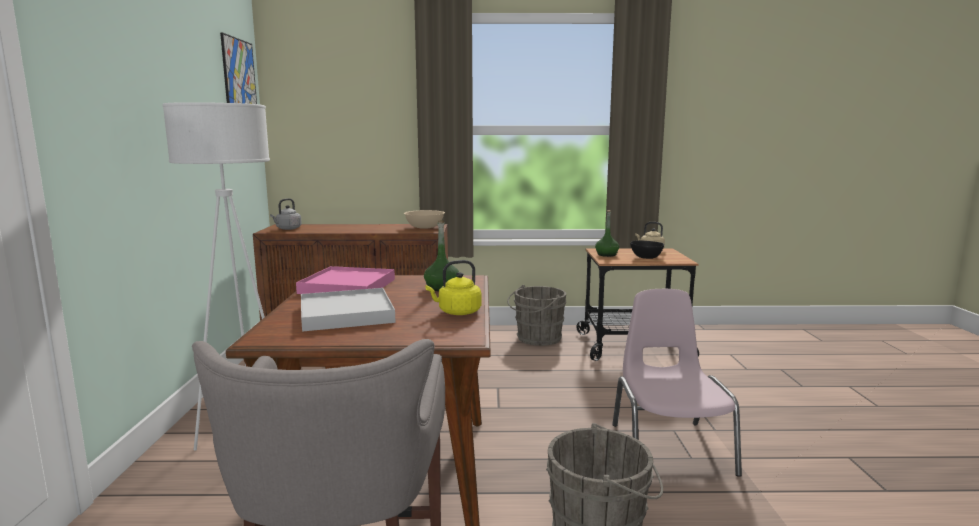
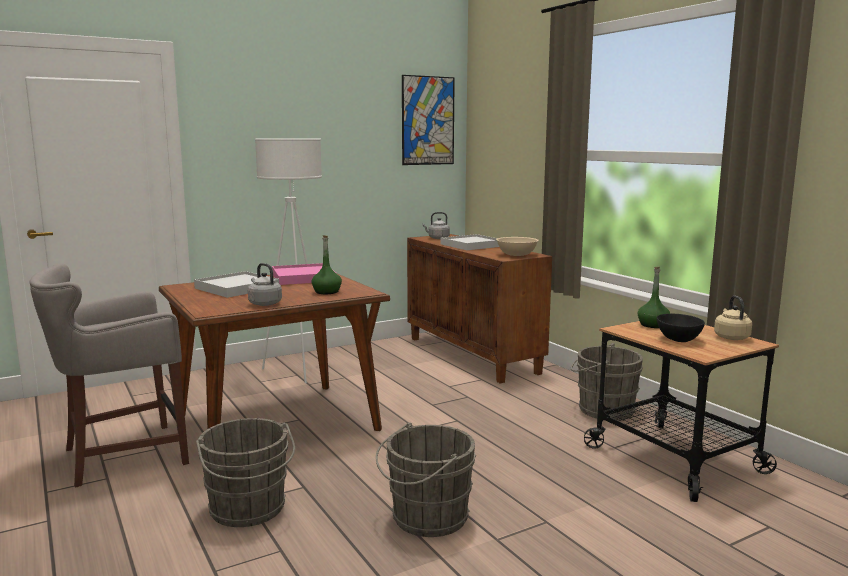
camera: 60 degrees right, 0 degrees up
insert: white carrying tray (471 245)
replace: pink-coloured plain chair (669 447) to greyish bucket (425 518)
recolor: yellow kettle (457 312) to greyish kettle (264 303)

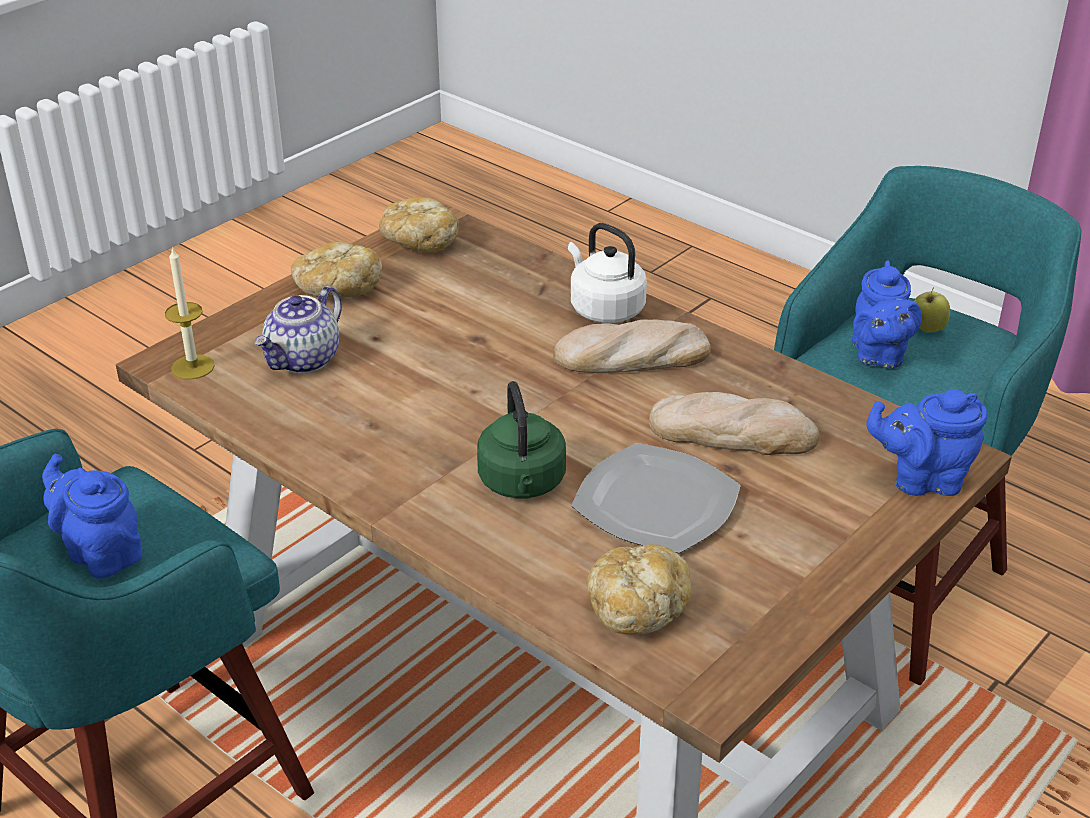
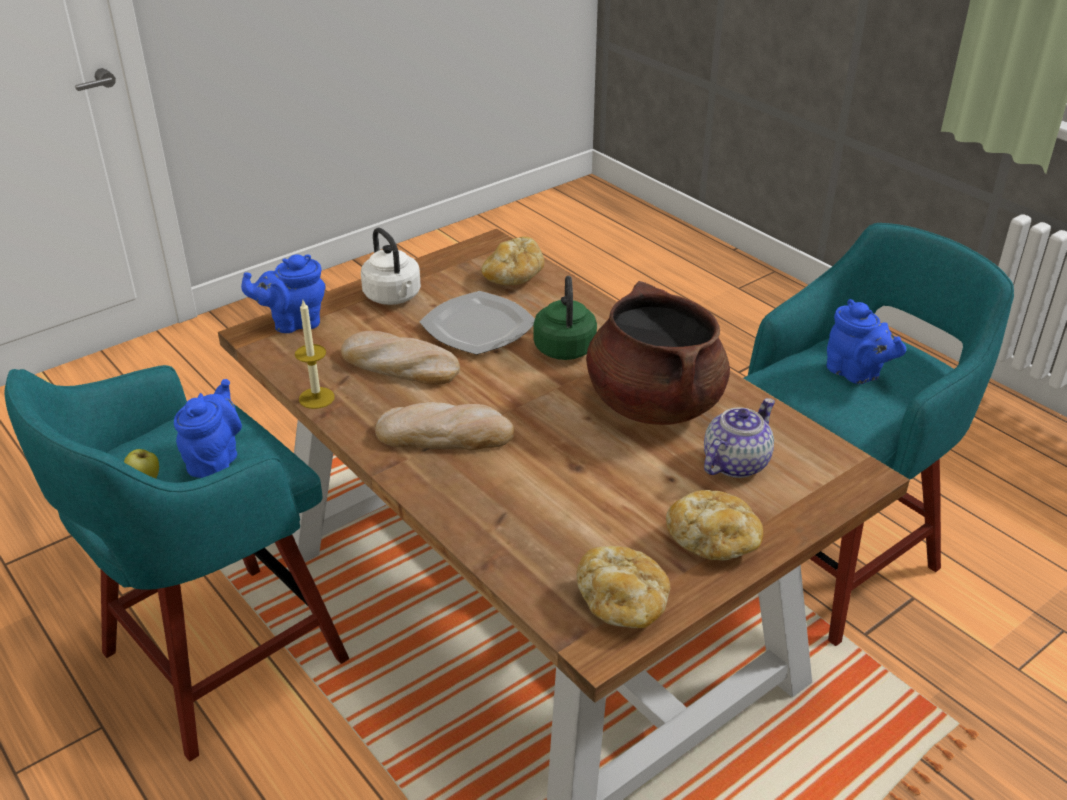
camera: 170 degrees left, 0 degrees up
insert: brown-coloured cooking pot (653 403)
move: candle (193 367) to (316 398); white kettle (604 308) to (394 297)
rotate: blue-coloured tea pot (921 479) = (293 322) 150 degrees clockwise

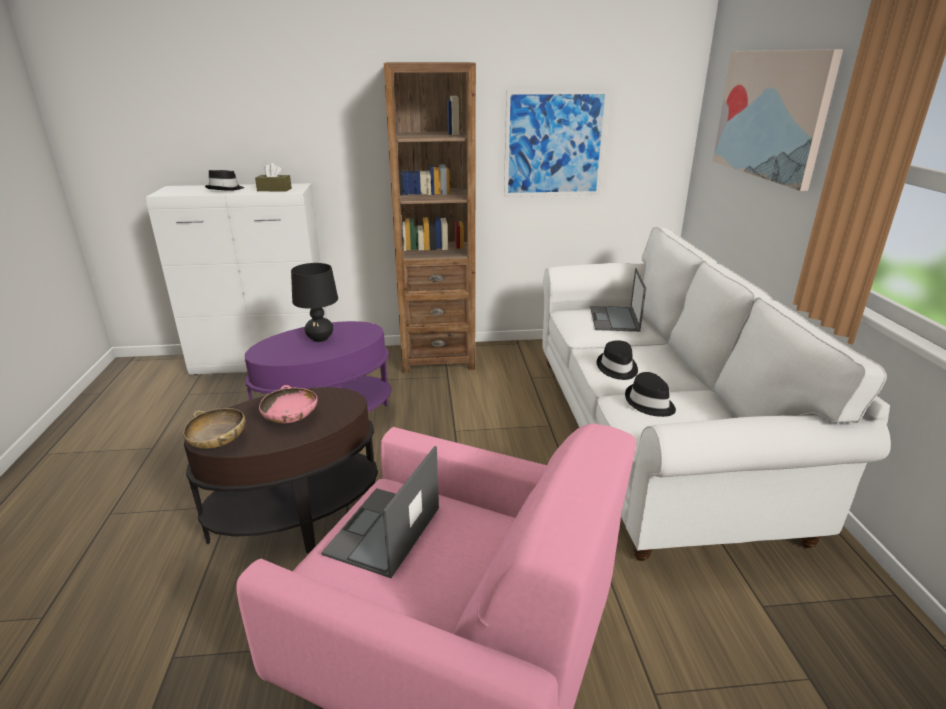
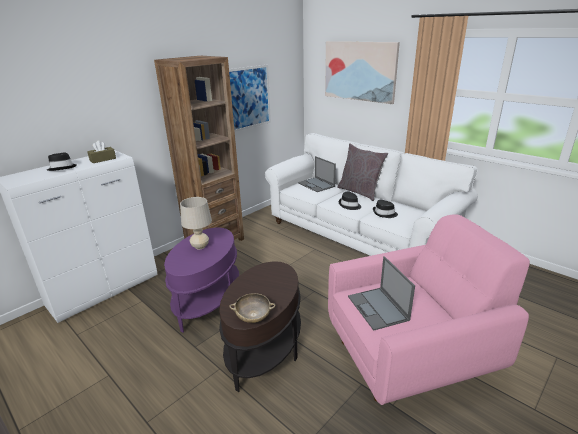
camera: 40 degrees left, 0 degrees up
delete: pink-coloured deep dish (291 419)
insert: greyish cushion (359 192)
recolor: black lamp for a table (320 339) to sand-coloured lamp for a table (200 246)

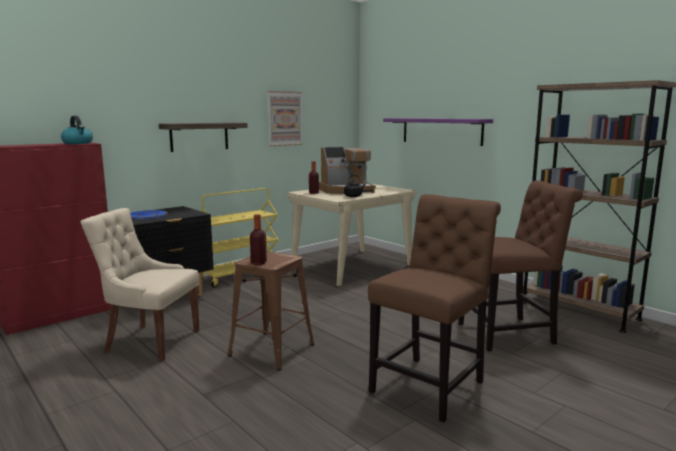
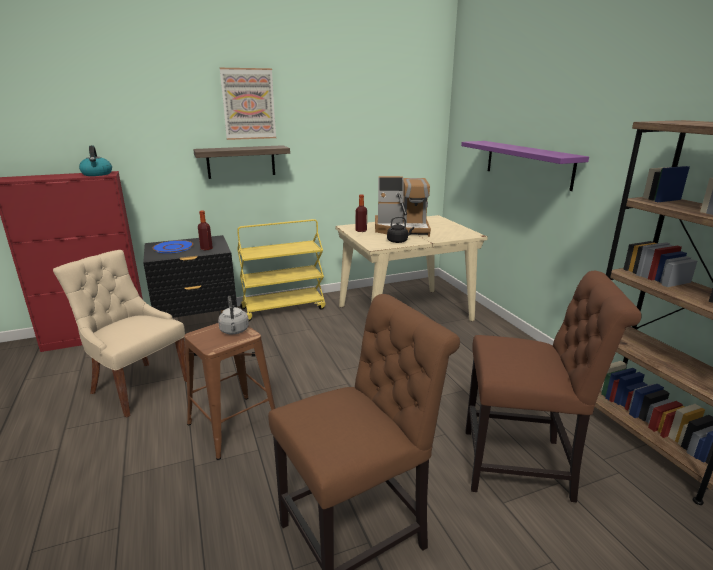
camera: 20 degrees right, 10 degrees up
insert: greyish kettle (234 331)
move: bottle (258 263) to (206 248); wall picture (284 118) to (248 104)

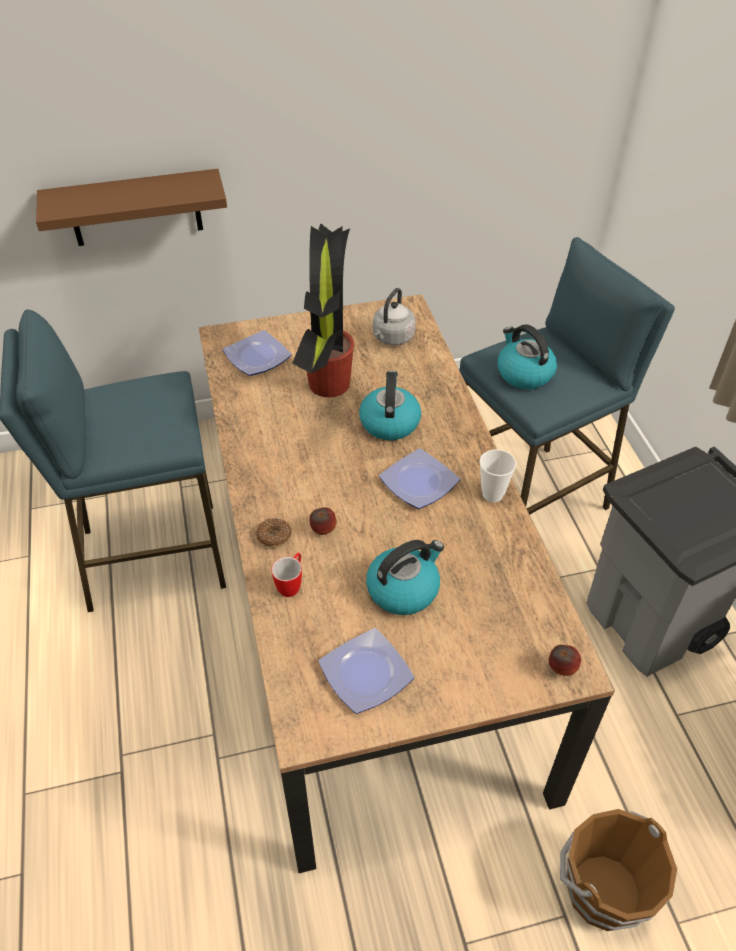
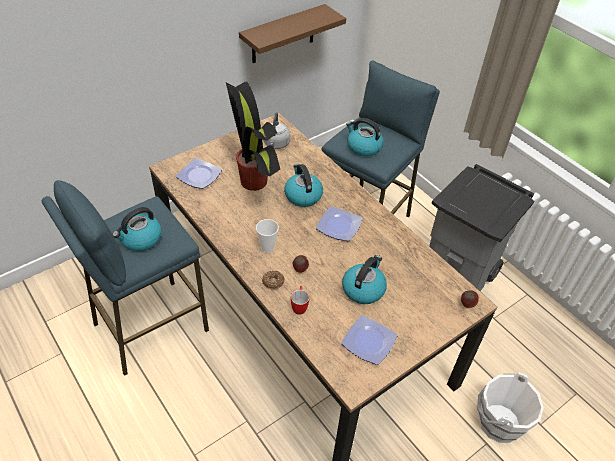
camera: 25 degrees left, 0 degrees up
insert: kettle (141 239)
move: brown-coloured shelf (135 208) to (283 34); small cup (492 494) to (267 247)
recolor: brown-coloured bucket (602 888) to white bucket (498 422)

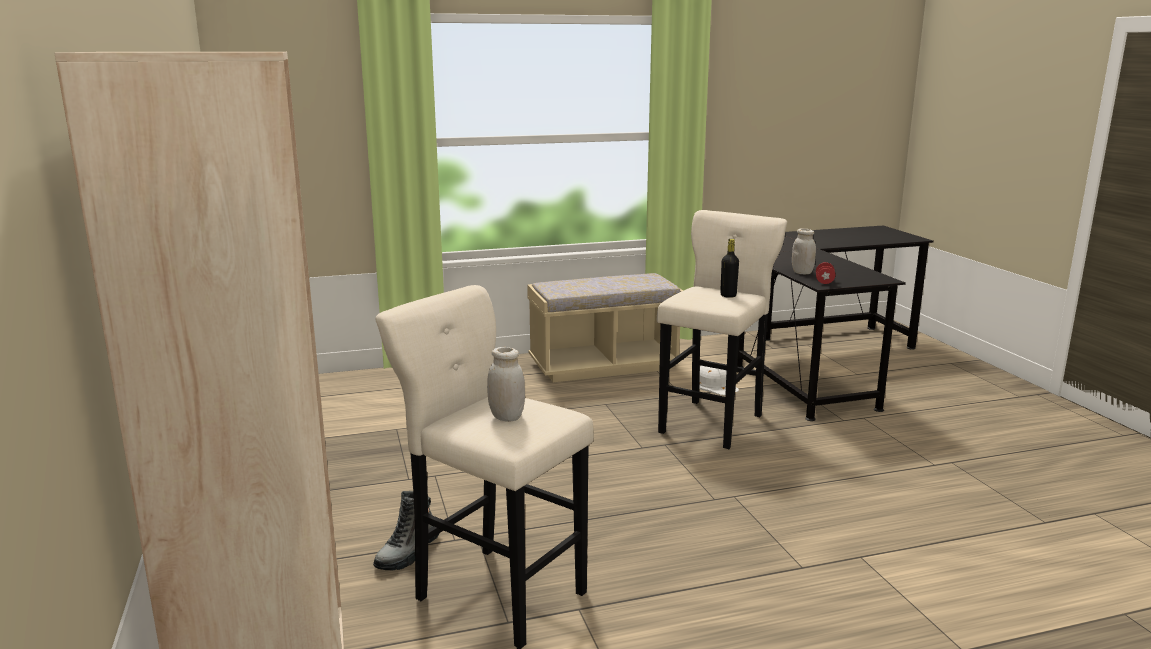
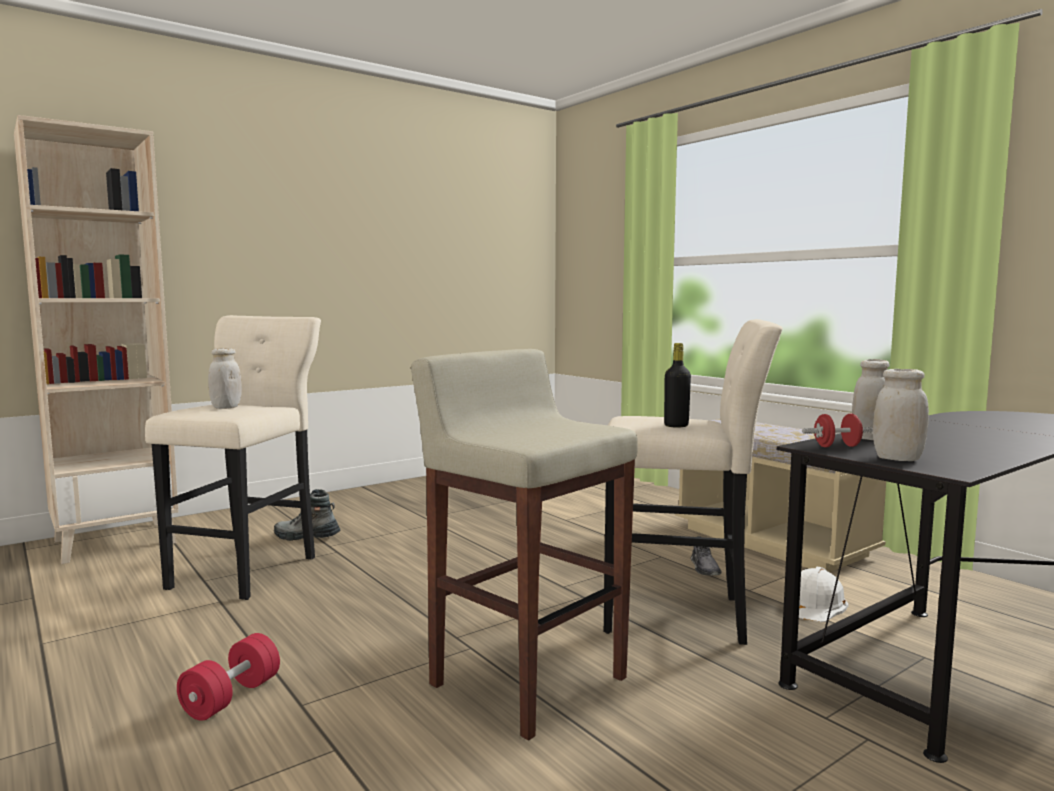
camera: 70 degrees right, 10 degrees down
insert: red-coloured dumbbell (231 697); sand-coloured stool (526 680); greyish shoe (704 568); white preserve jar (897 459)

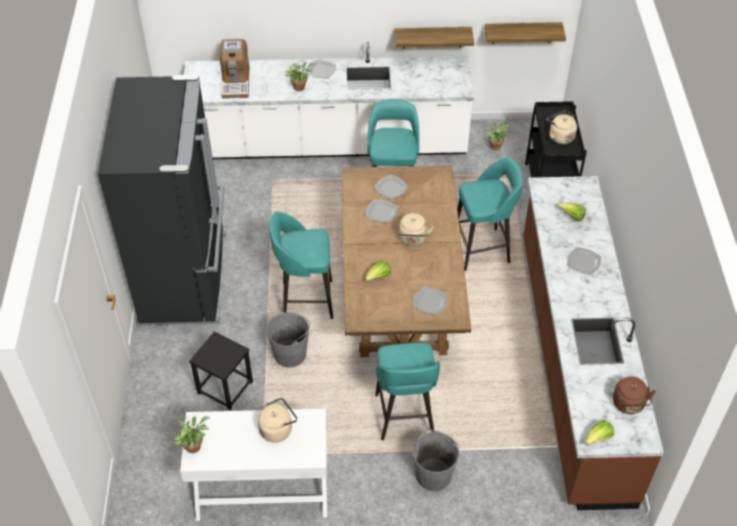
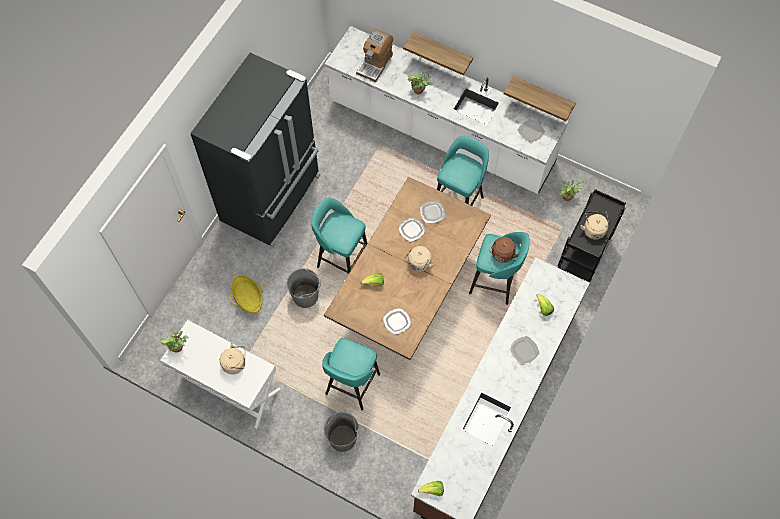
camera: 30 degrees right, 15 degrees up
move: shelf (522 32) to (442 50); brown-coloured kettle (629 405) to (502 255); plate (321 70) to (530 131)
replace: black stool (224 387) to storage basket (248 298)

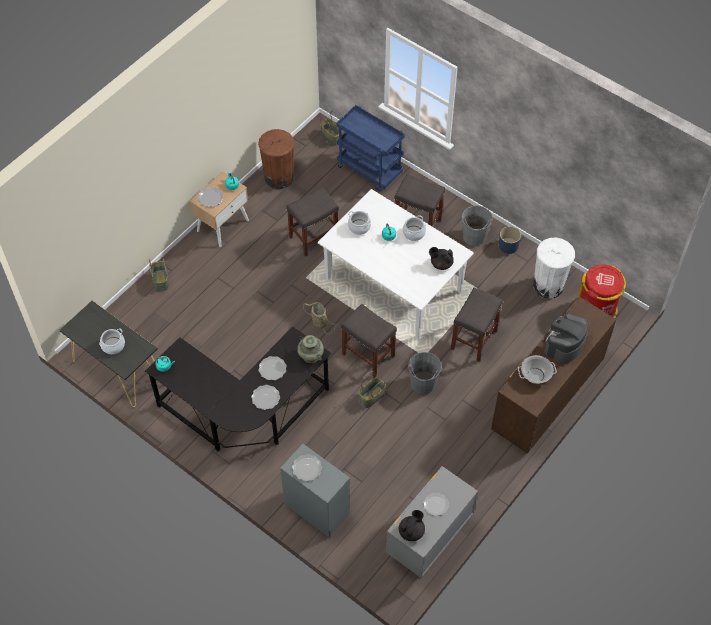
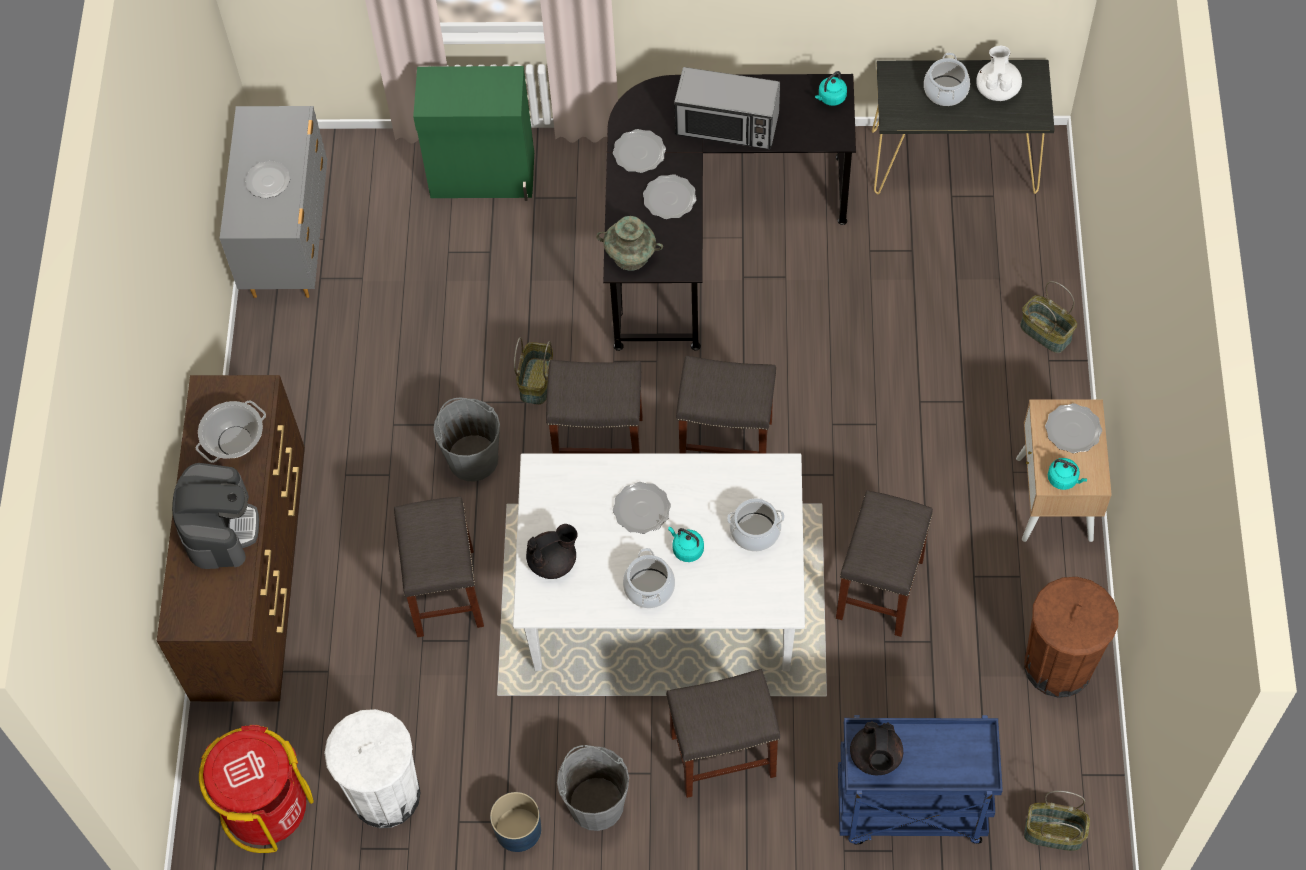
camera: 145 degrees right, 5 degrees up
insert: microwave oven (727 125); white tea pot (997 89)
move: plate (307 468) to (642 509); black tea pot (411 531) to (875 757)
replace: storage basket (318 322) to greyish stool (727 442)
recolor: greyish storage cabinet (316 508) to green-coloured storage cabinet (483 176)

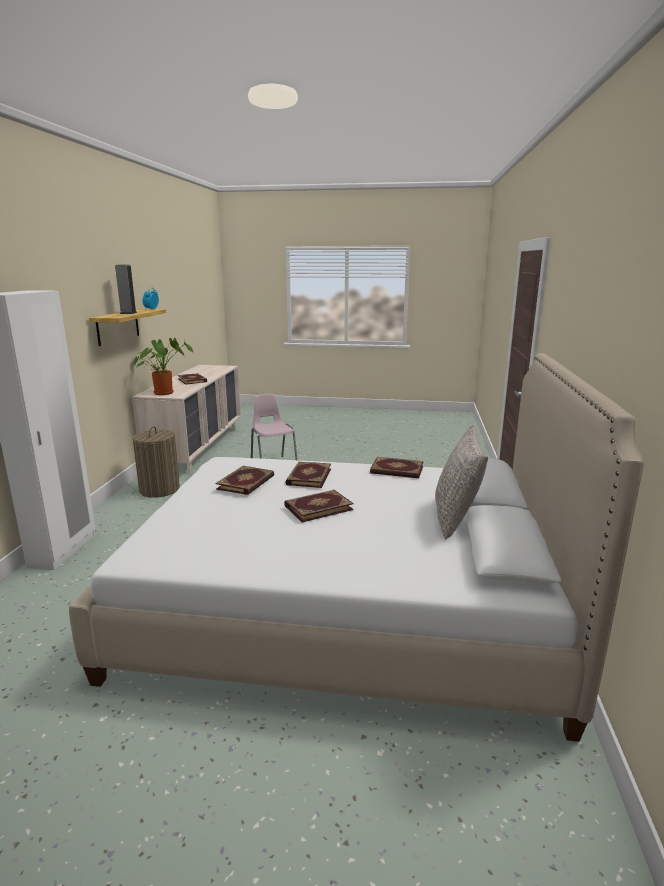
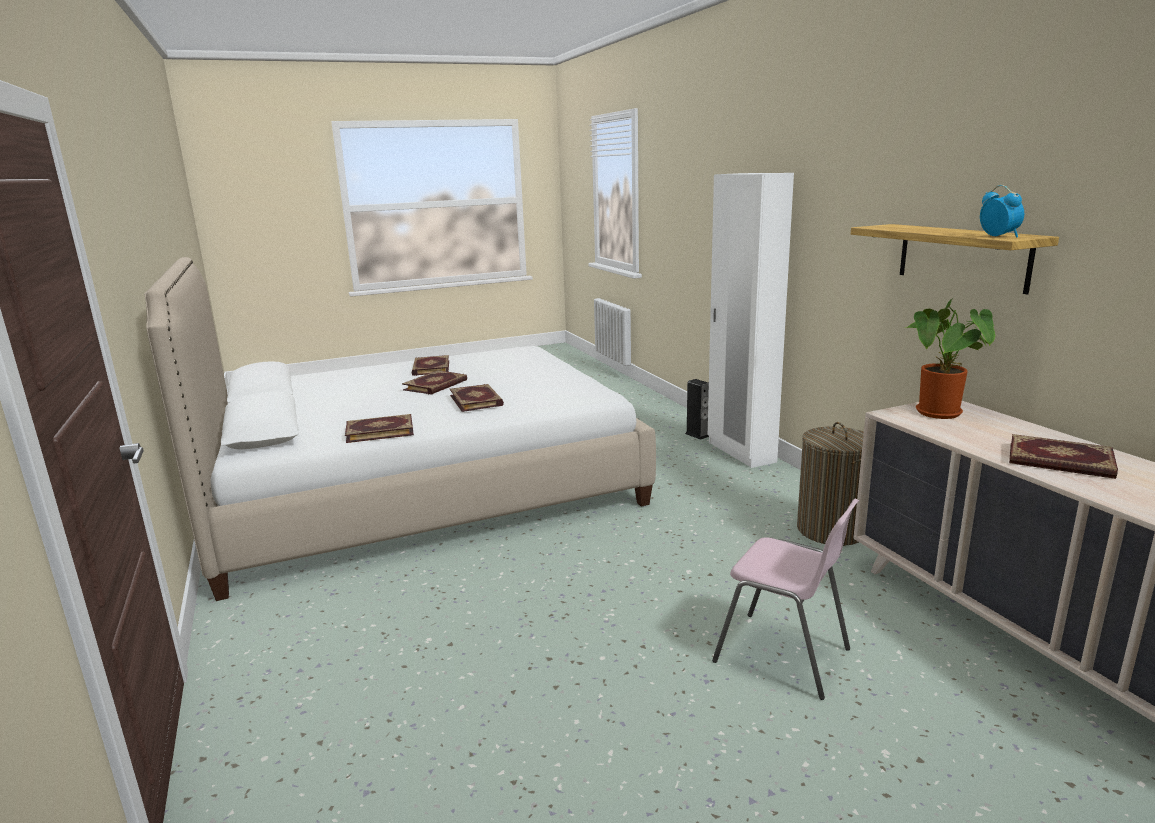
camera: 150 degrees right, 0 degrees up
delete: greyish cushion (456 518)
move: book (246 482) to (430 368); loudspeaker (128 313) to (697 434)

